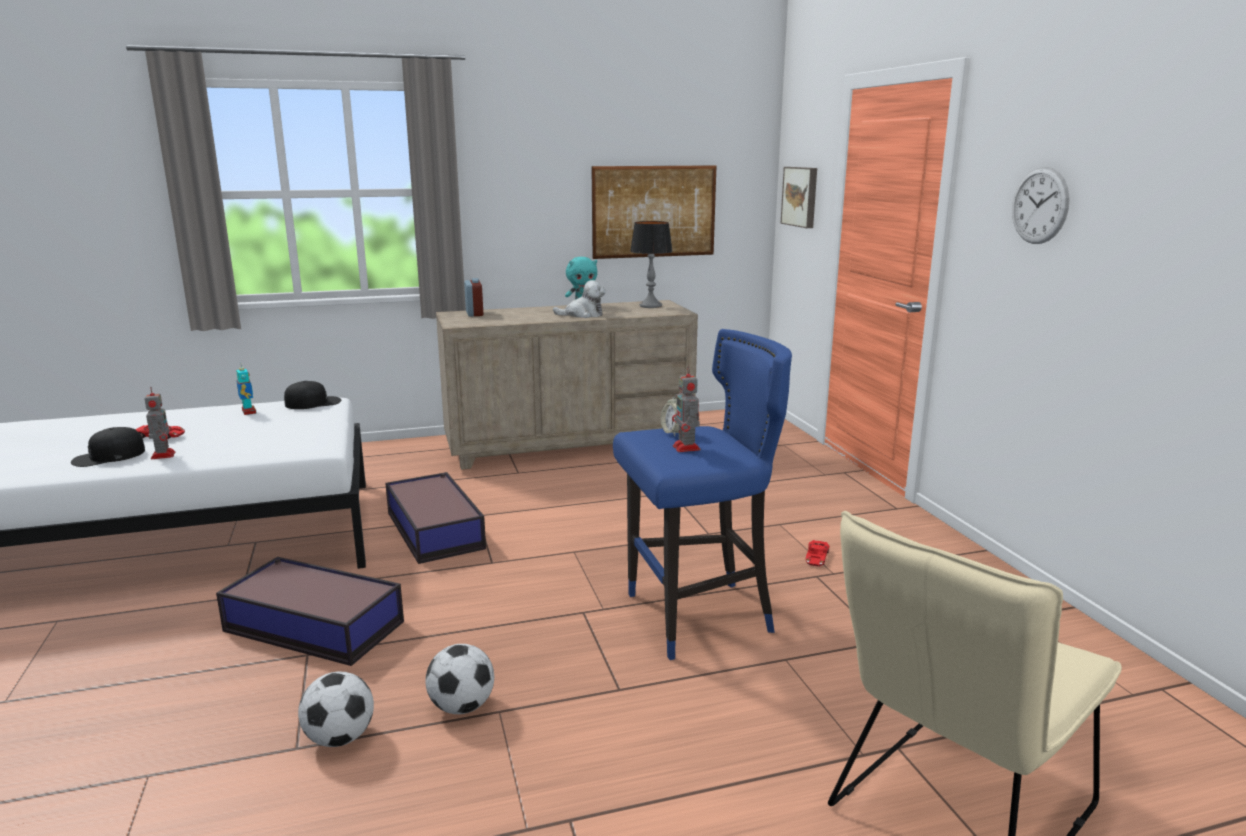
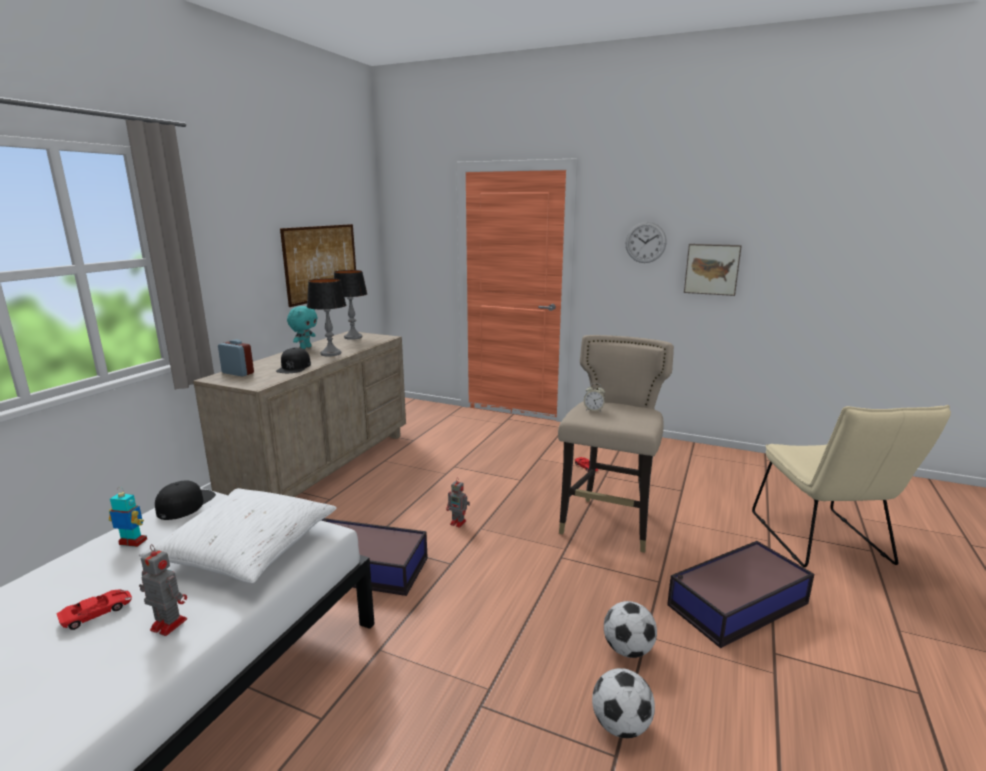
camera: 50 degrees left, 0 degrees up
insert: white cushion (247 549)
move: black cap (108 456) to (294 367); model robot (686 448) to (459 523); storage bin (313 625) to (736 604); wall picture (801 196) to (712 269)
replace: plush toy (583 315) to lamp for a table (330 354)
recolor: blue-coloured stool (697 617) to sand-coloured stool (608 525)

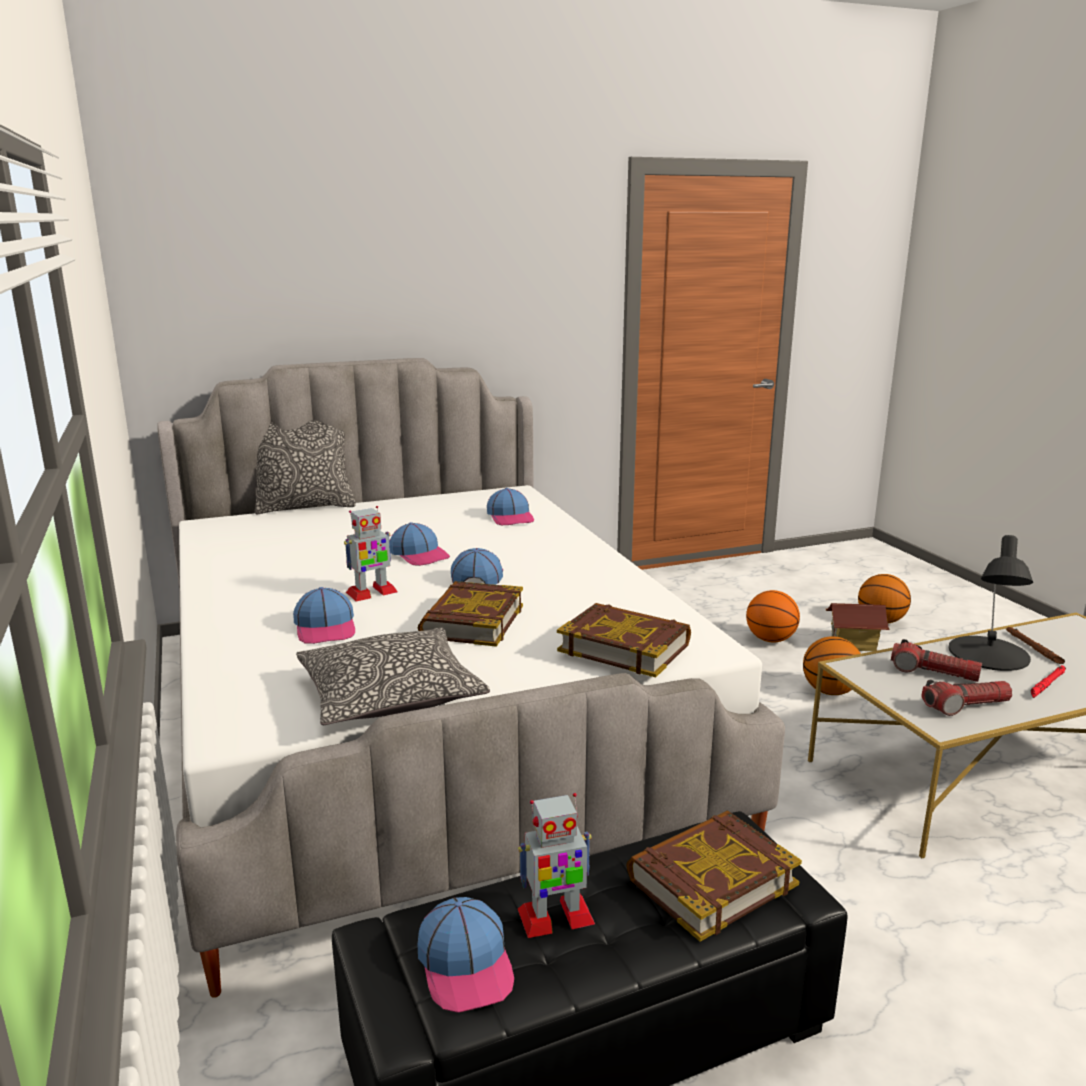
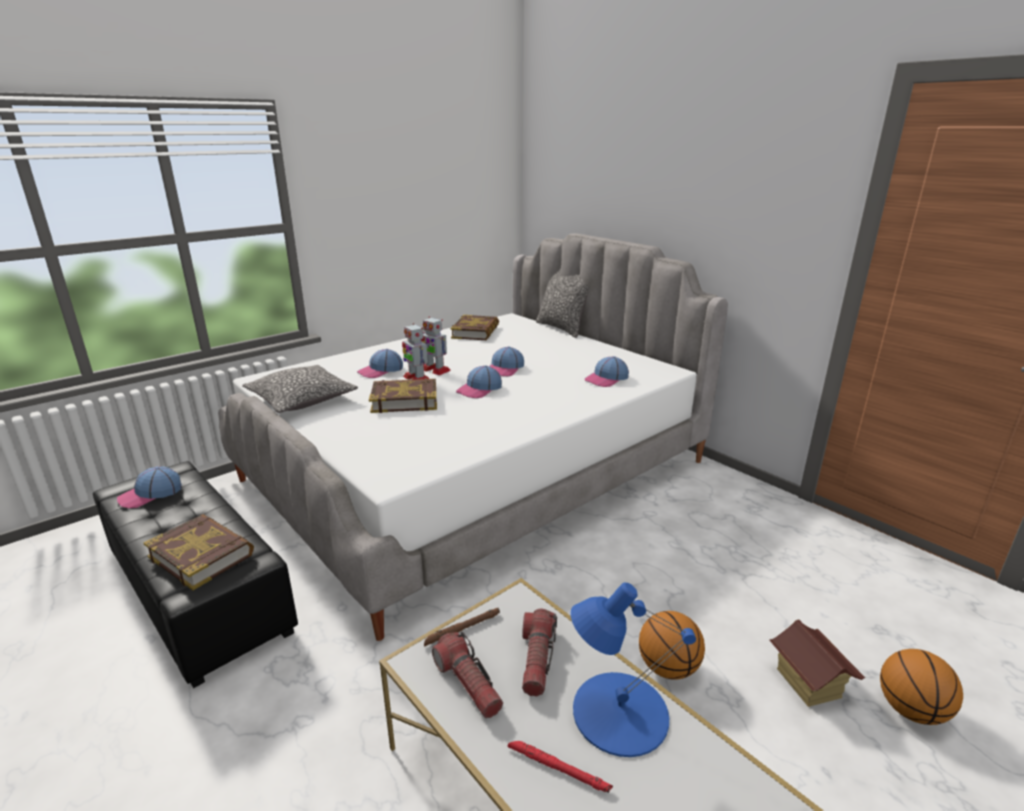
camera: 70 degrees right, 5 degrees up
delete: basketball ball (770 639)
move: model robot (555 917) to (416 379); brown-coloured torch (1033 648) to (462 629); book (624 647) to (476 332)
recolor: black lamp for a table (988 654) to blue-coloured lamp for a table (618 712)
rotate: cap (477 576) = (479 389) 150 degrees clockwise

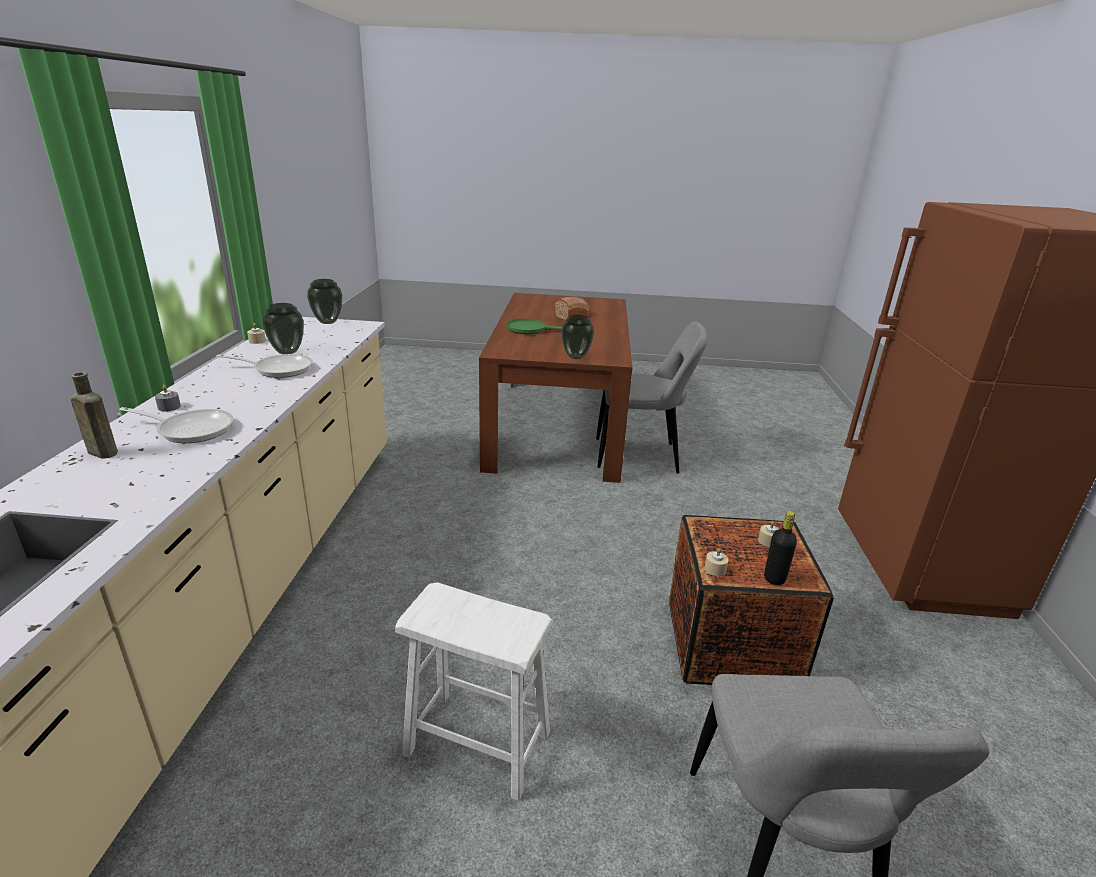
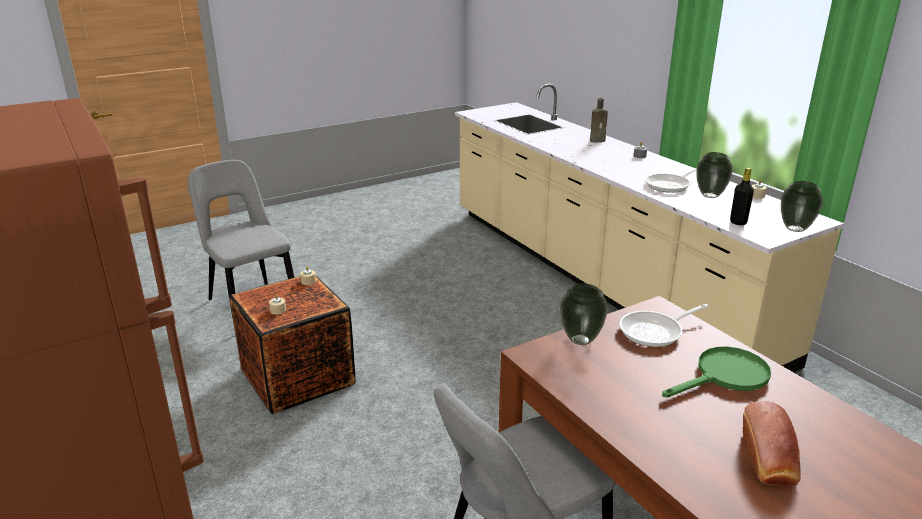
camera: 145 degrees right, 0 degrees up
delete: white stool (478 742)
move: pan (191 429) to (655 331); black bottle (774 578) to (738 222)

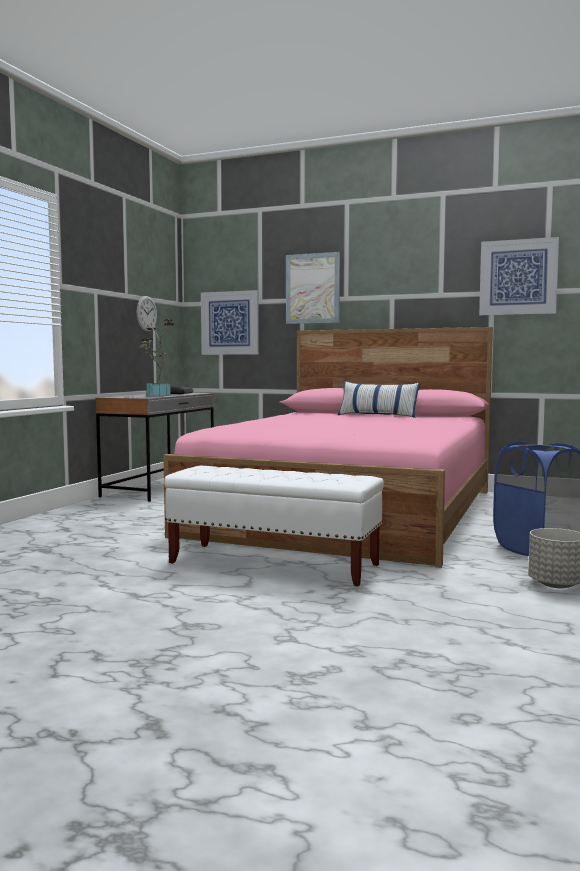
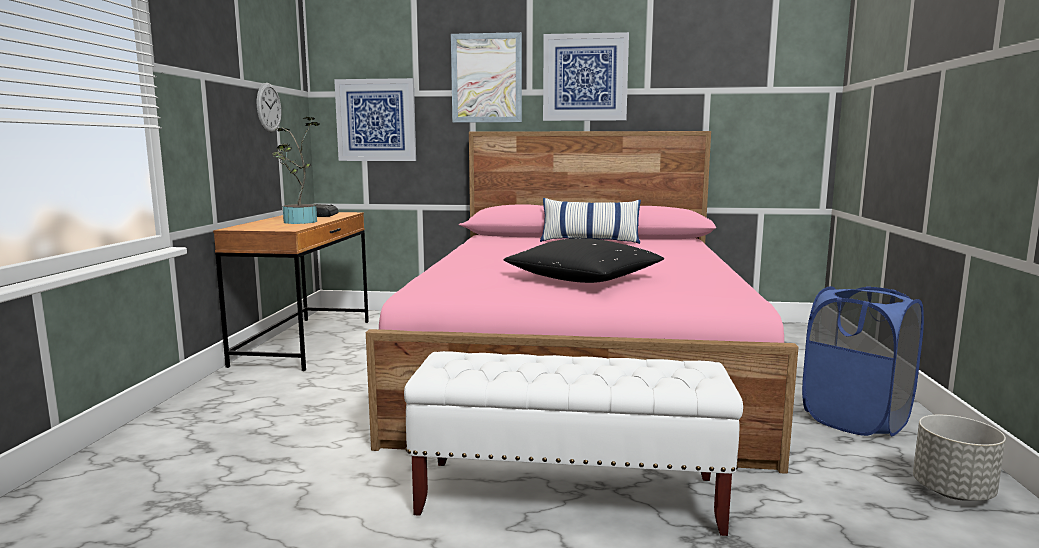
camera: 15 degrees left, 5 degrees up
insert: black cushion (584 279)
move: wall picture (518 277) to (585 77)
recolor: greyish desk table (160 488) to brown-coloured desk table (305 342)

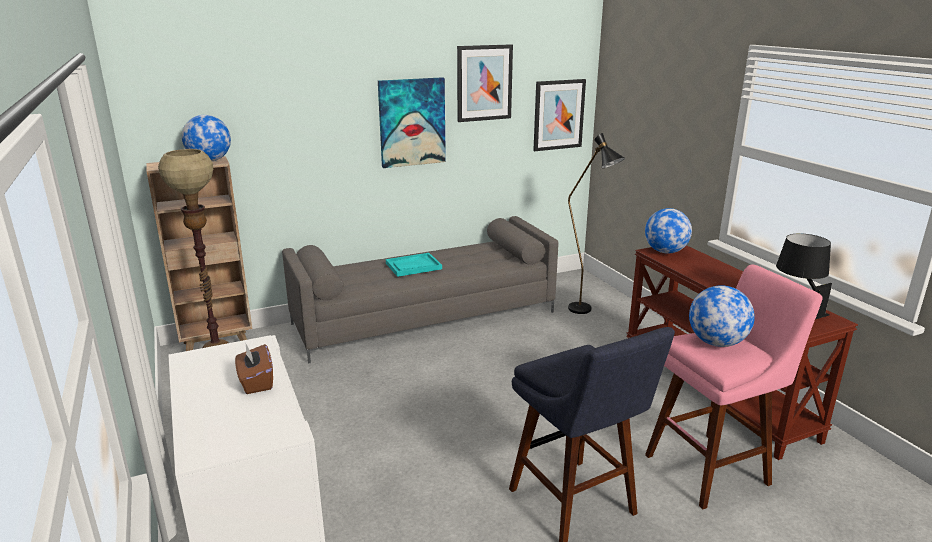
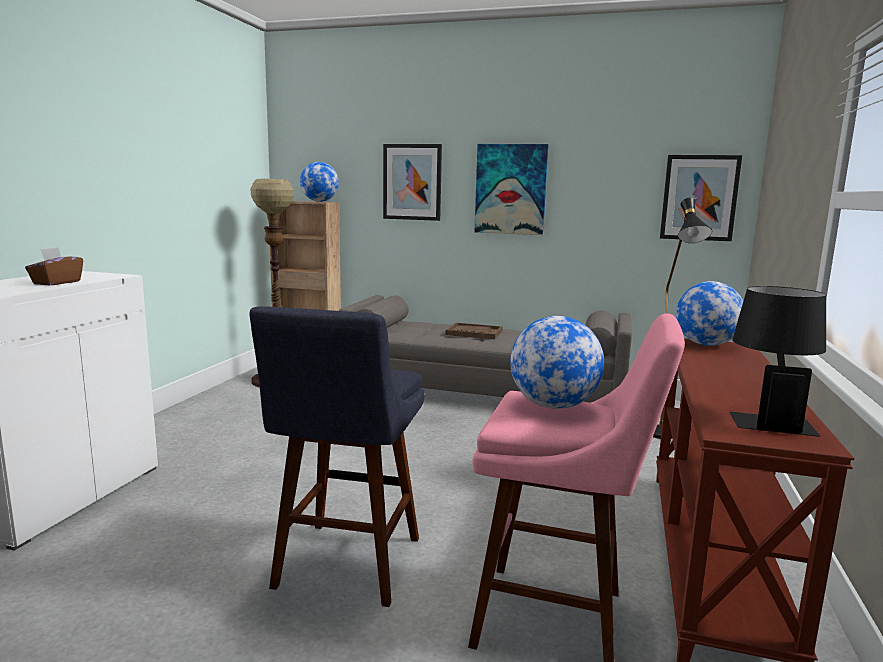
camera: 40 degrees right, 10 degrees down
move: wall picture (484 83) to (412 182)
recolor: turquoise carrying tray (413 266) to brown-coloured carrying tray (474 333)

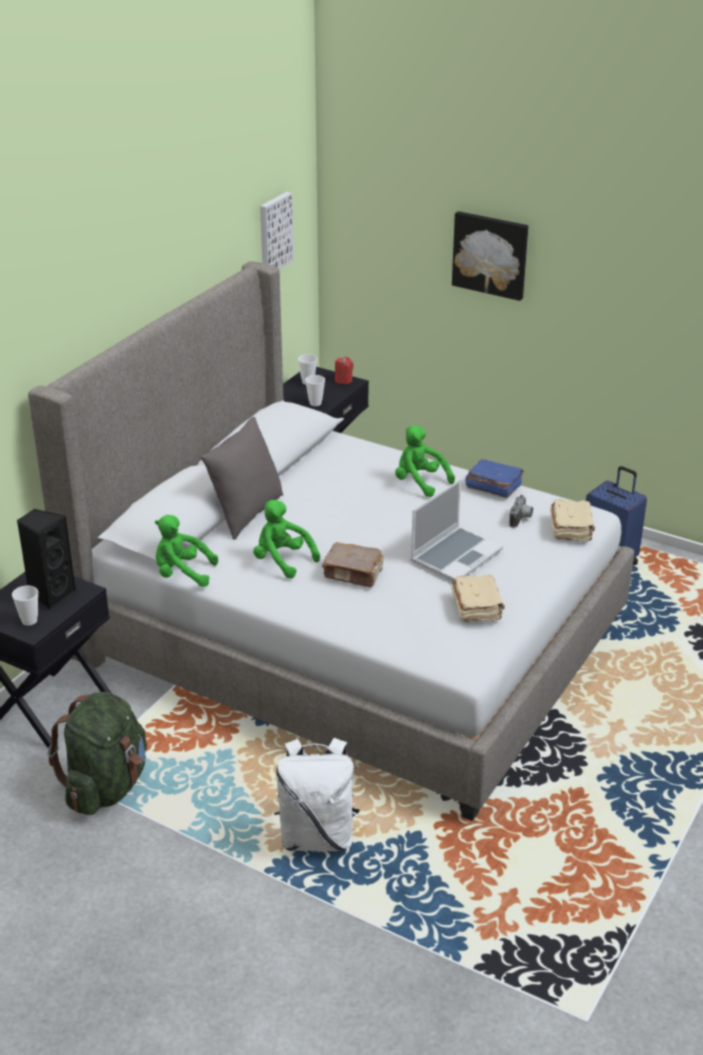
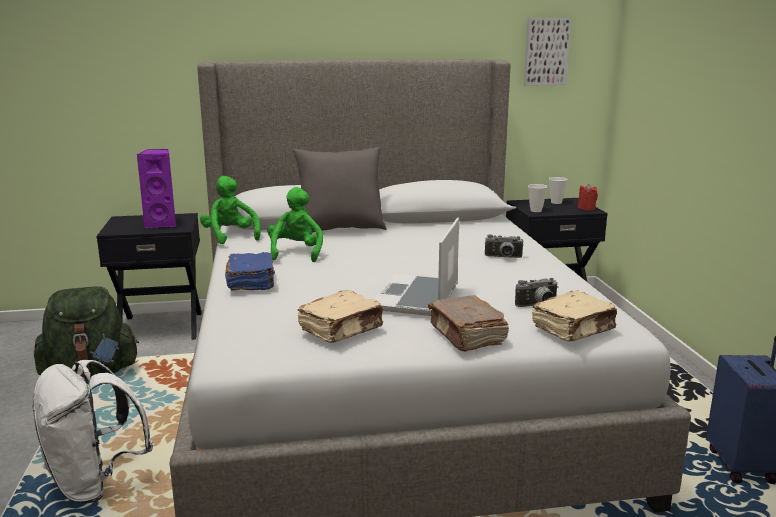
camera: 50 degrees right, 15 degrees down
delete: small cup (29 621); wall picture (491 254)
move: blue-coloured book (493 487) to (252 283); brown-coloured book (353 574) to (467 335)
replace: green-coloured plush toy (419 482) to still camera (503 257)
recolor: black loudspeaker (50 594) to purple loudspeaker (162 224)
rotate: laptop (456 555) = (417 298) 105 degrees clockwise

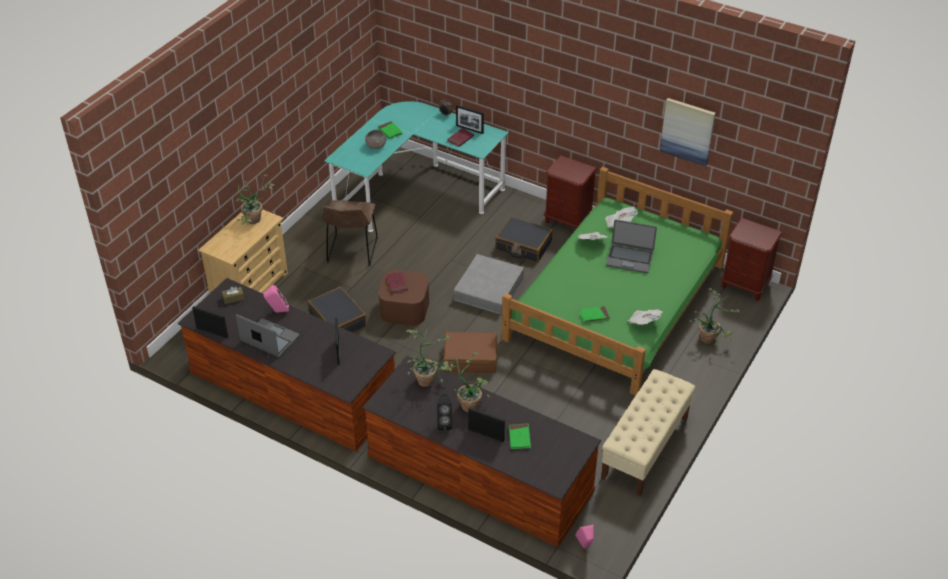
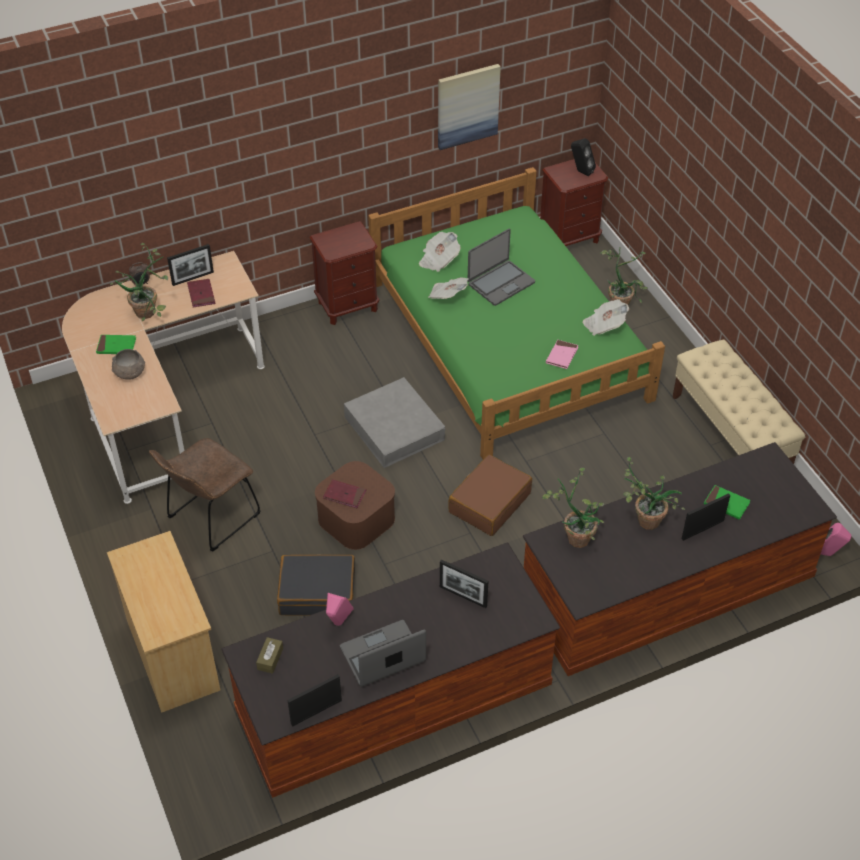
camera: 55 degrees left, 5 degrees up
delete: black suitcase (523 246)
move: plant in a pot (255 222) to (151 312); black loudspeaker (444 423) to (580 171)
recolor: turquoise desk table (415 191) to sand-coloured desk table (161 403); green-coloured book (594 315) to pink-coloured book (562 356)
rotate: brown-coloured plain chair (352 253) = (210 518) 90 degrees clockwise

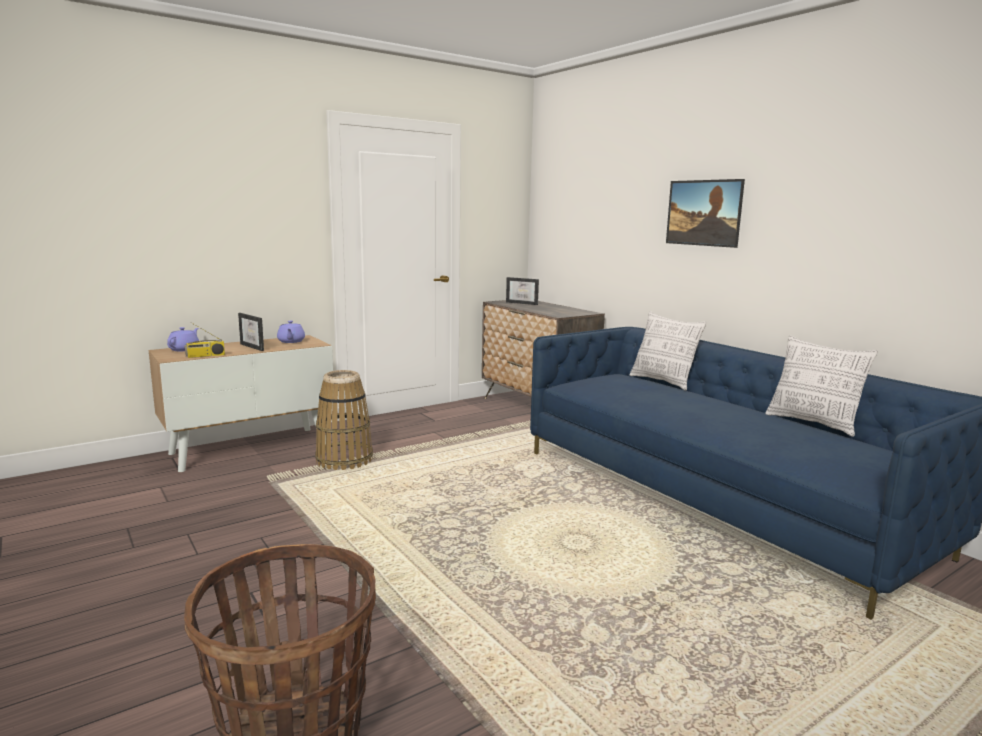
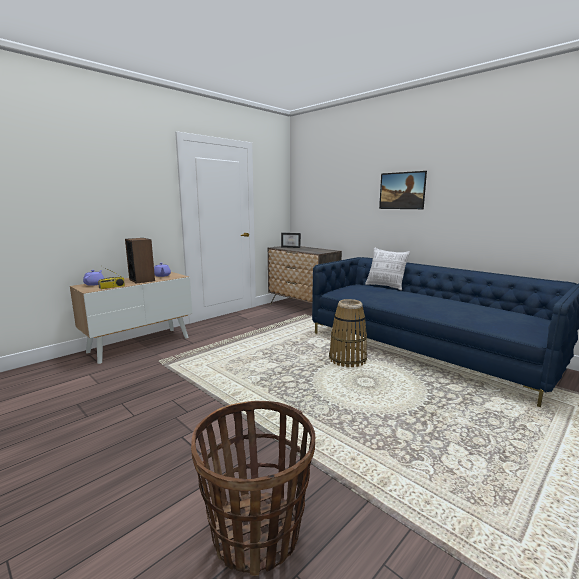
camera: 10 degrees left, 0 degrees up
delete: cushion (813 423)
move: storage basket (344 460) to (347 359)
replace: photo frame (256 347) to loudspeaker (142 280)

